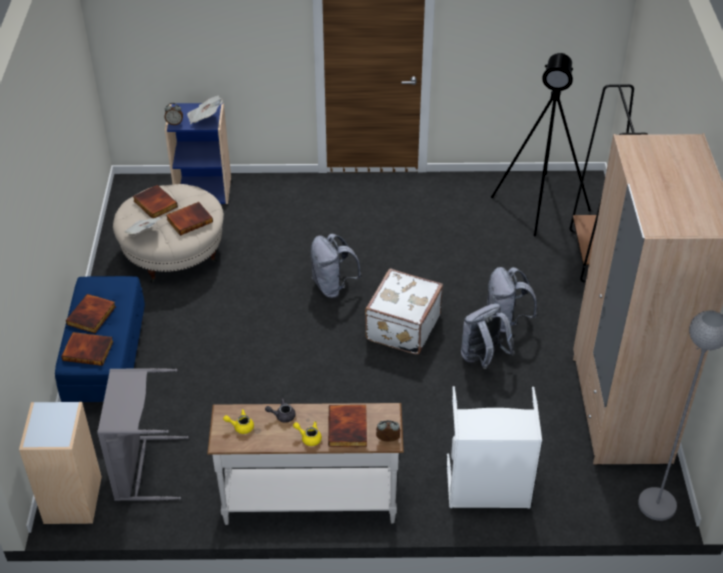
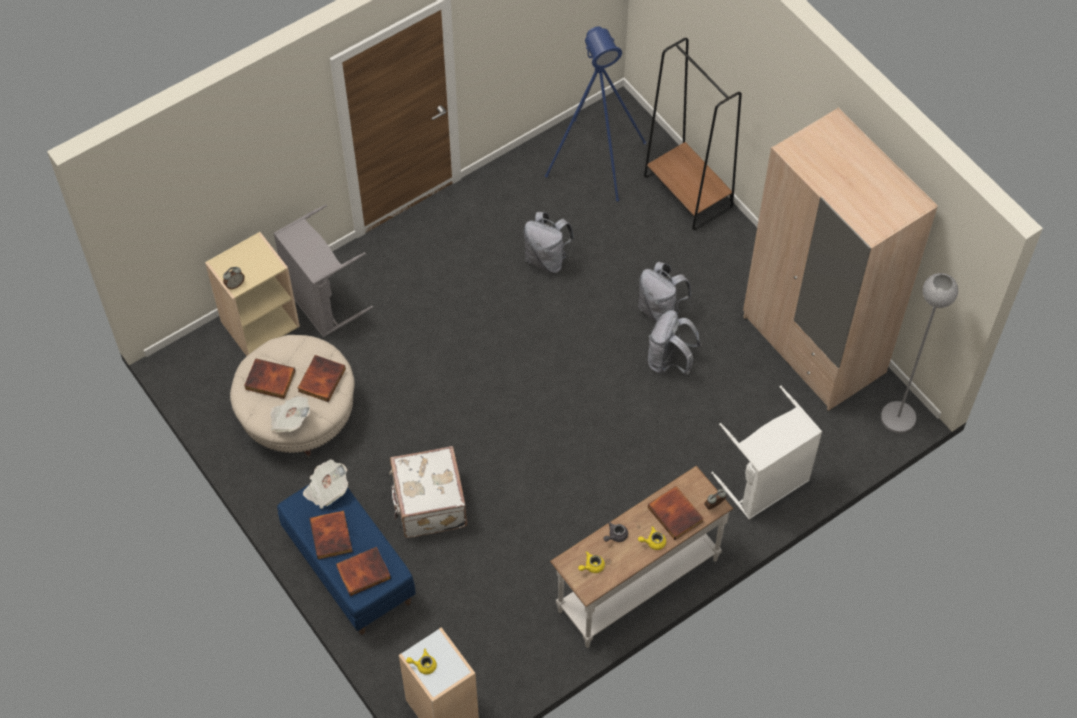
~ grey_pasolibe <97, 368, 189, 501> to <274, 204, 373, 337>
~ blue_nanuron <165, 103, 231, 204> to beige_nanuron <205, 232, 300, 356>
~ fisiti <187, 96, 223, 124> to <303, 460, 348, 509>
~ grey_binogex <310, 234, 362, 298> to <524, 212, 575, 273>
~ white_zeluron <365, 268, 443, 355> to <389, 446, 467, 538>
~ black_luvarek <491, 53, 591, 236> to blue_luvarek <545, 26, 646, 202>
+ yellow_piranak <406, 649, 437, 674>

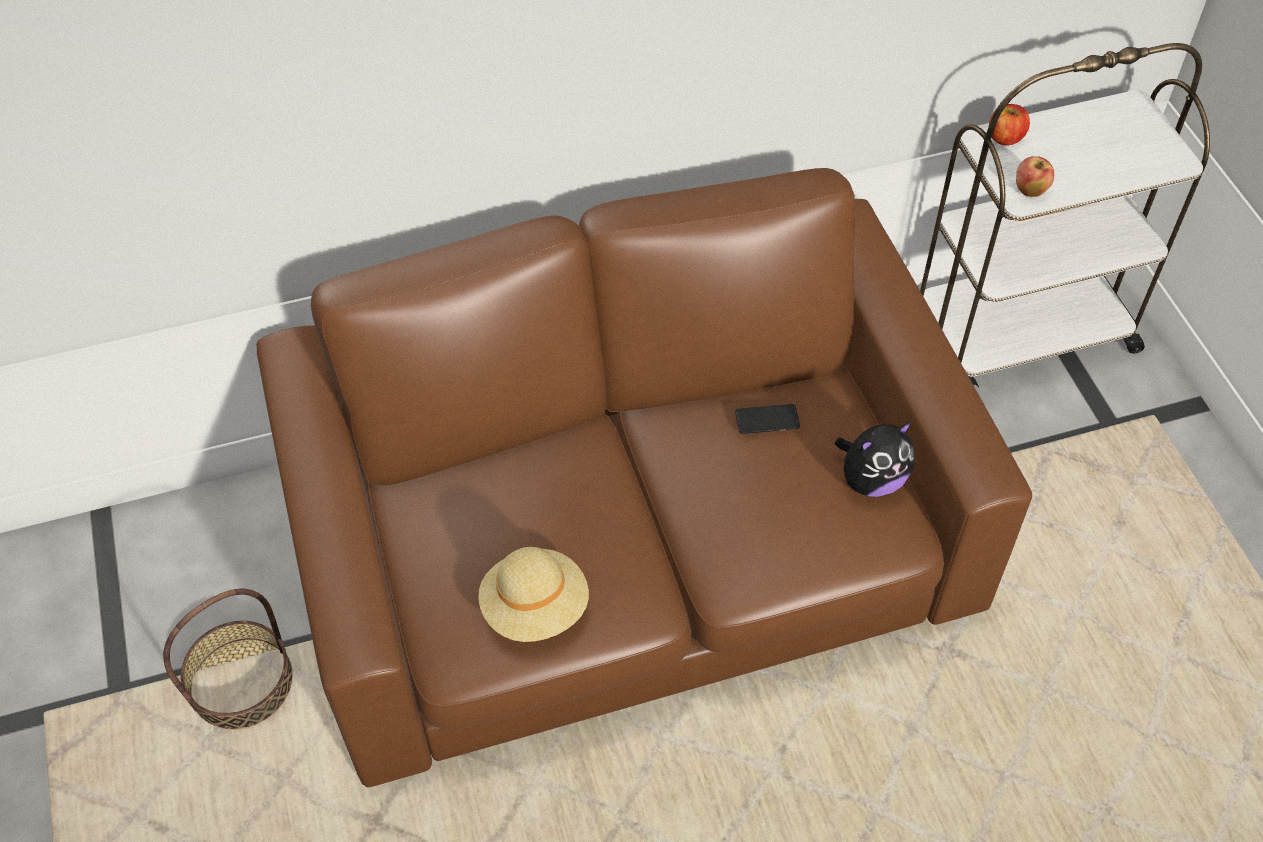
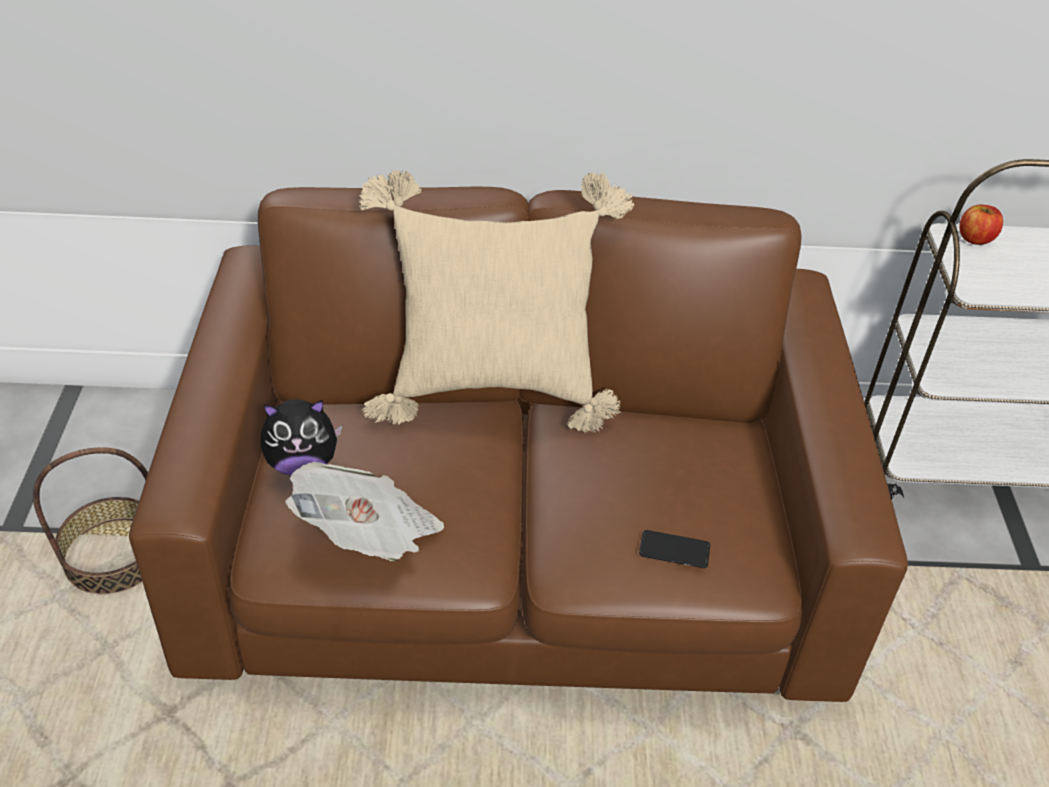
~ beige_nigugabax <478, 547, 589, 642> to fisiti <285, 462, 444, 561>
~ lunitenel <735, 404, 800, 434> to <639, 530, 710, 568>
~ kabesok <835, 421, 915, 497> to <260, 399, 342, 476>
- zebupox <1016, 156, 1054, 197>
+ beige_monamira <359, 170, 634, 433>

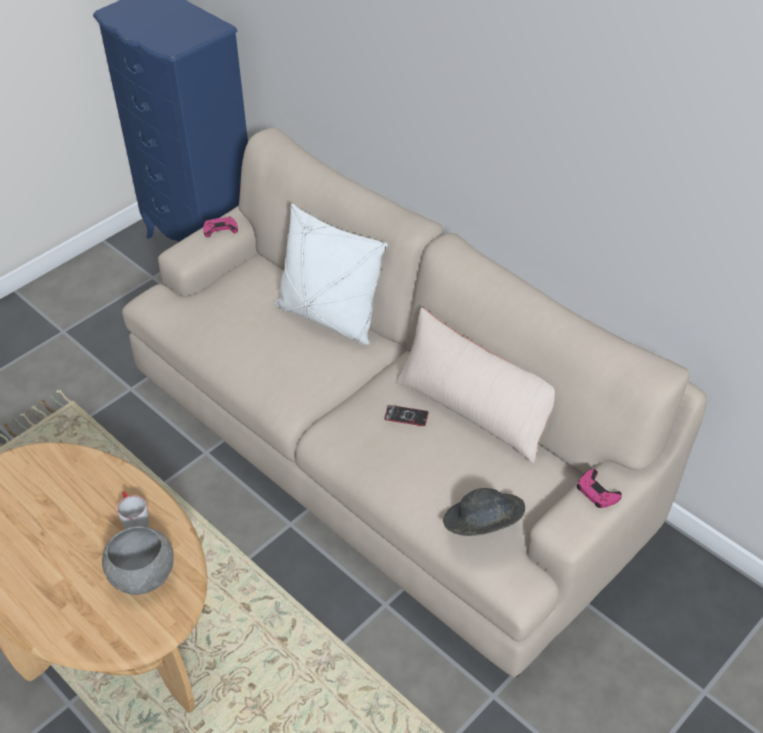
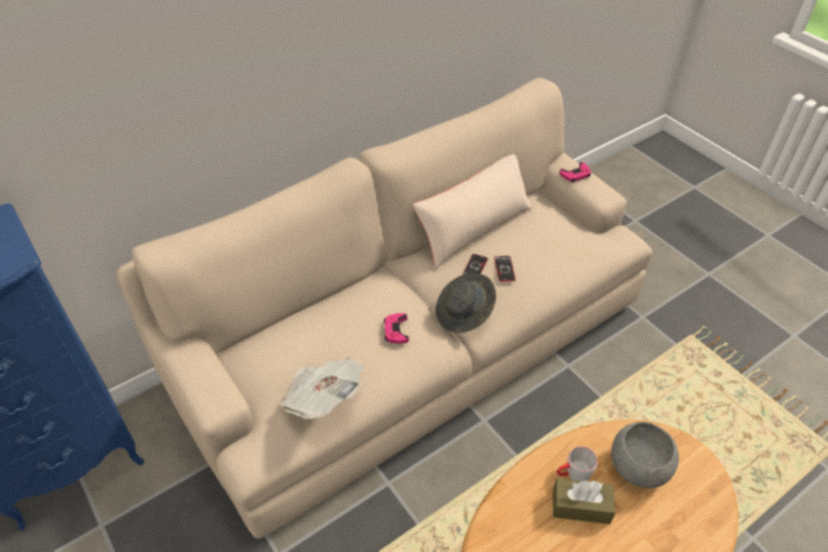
~ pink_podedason <203, 217, 238, 237> to <384, 313, 409, 344>
- white_monamira <275, 204, 388, 345>
~ grey_nigugabax <443, 488, 525, 536> to <435, 274, 496, 333>
+ fisiti <279, 358, 364, 419>
+ lunitenel <494, 256, 516, 282>
+ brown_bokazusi <553, 478, 616, 524>

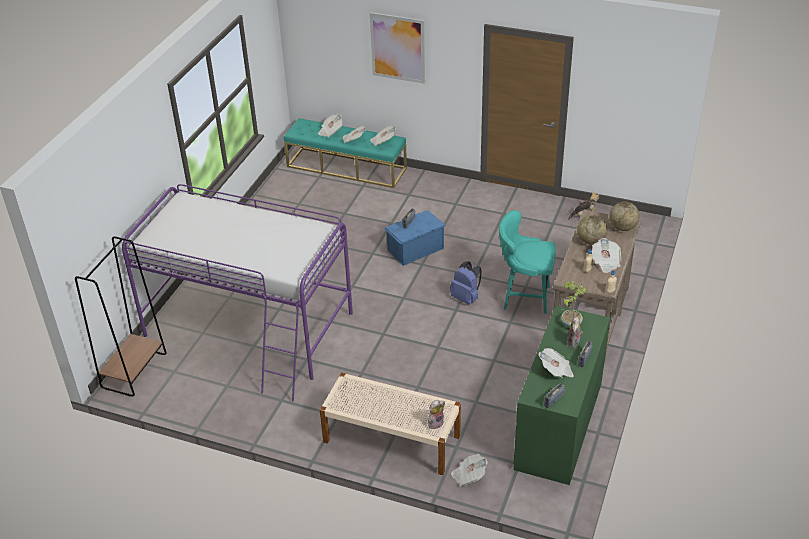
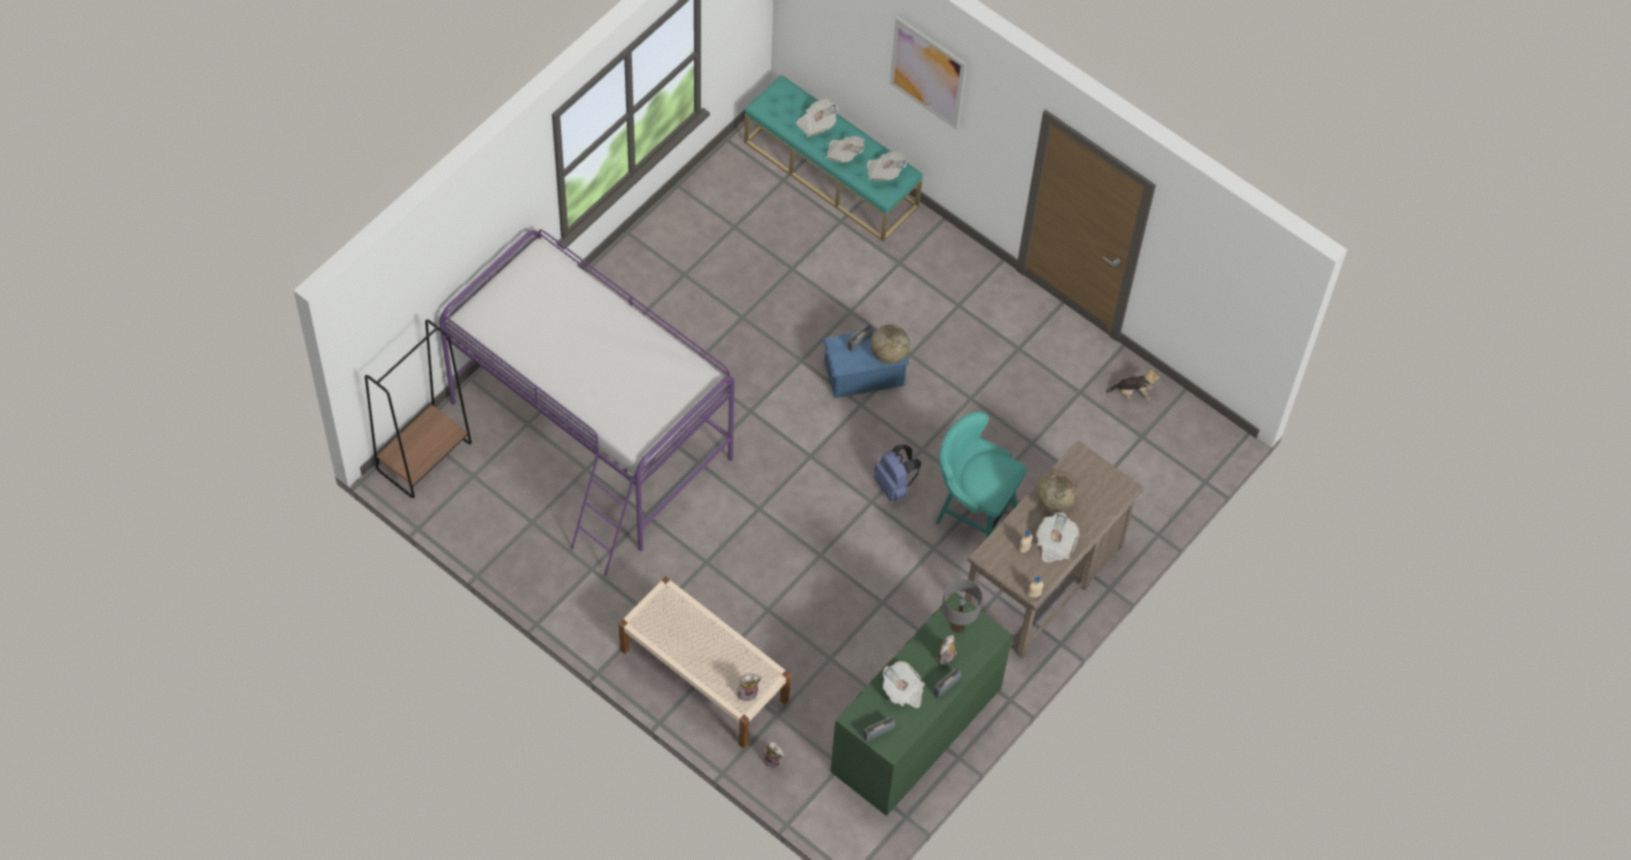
~ fisiti <451, 454, 488, 487> to kabesok <762, 741, 784, 770>
~ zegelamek <561, 282, 587, 327> to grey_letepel <942, 579, 982, 633>
~ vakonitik <609, 202, 639, 231> to <871, 324, 910, 364>

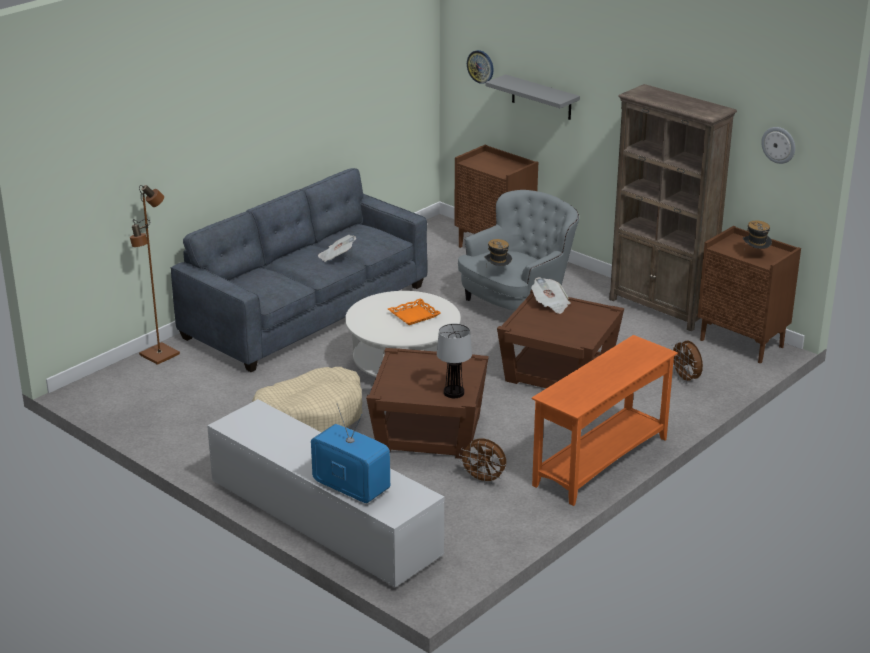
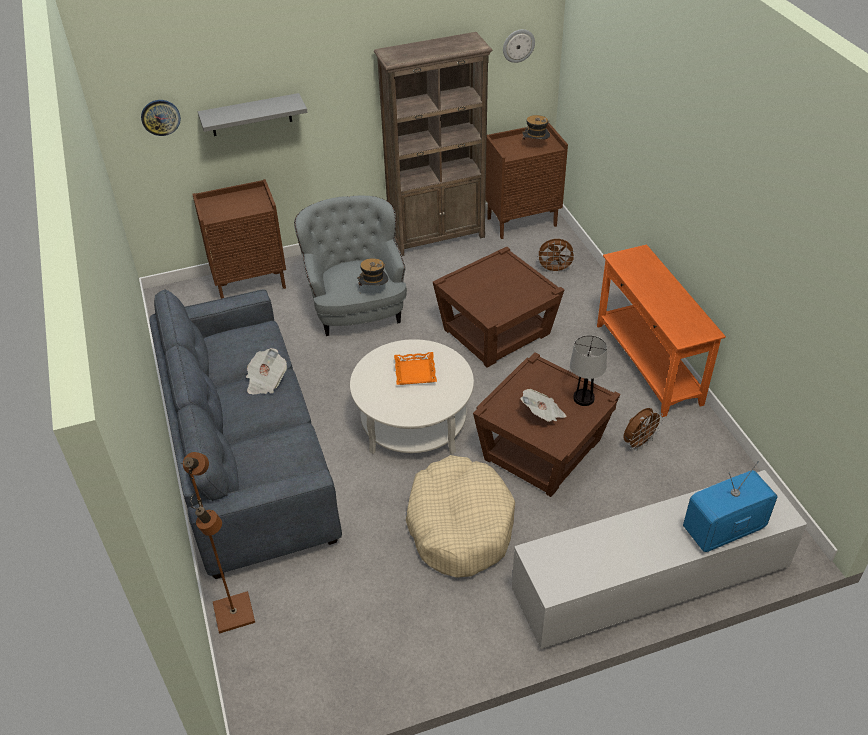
~ fisiti <531, 277, 571, 314> to <520, 389, 567, 422>

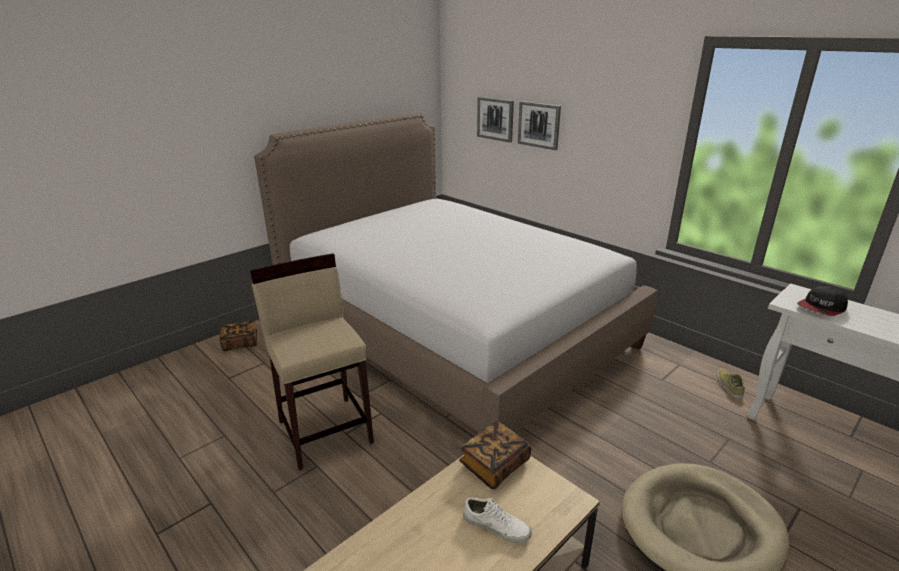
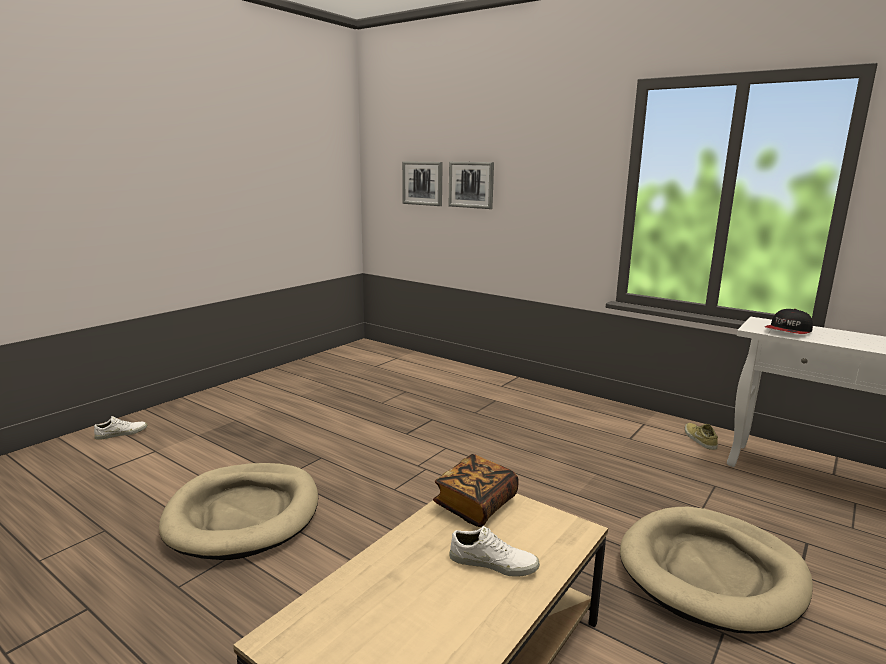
~ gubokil <219, 321, 257, 351> to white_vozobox <94, 416, 147, 440>
~ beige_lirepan <249, 254, 374, 470> to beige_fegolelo <159, 463, 318, 560>
- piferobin <254, 112, 657, 433>

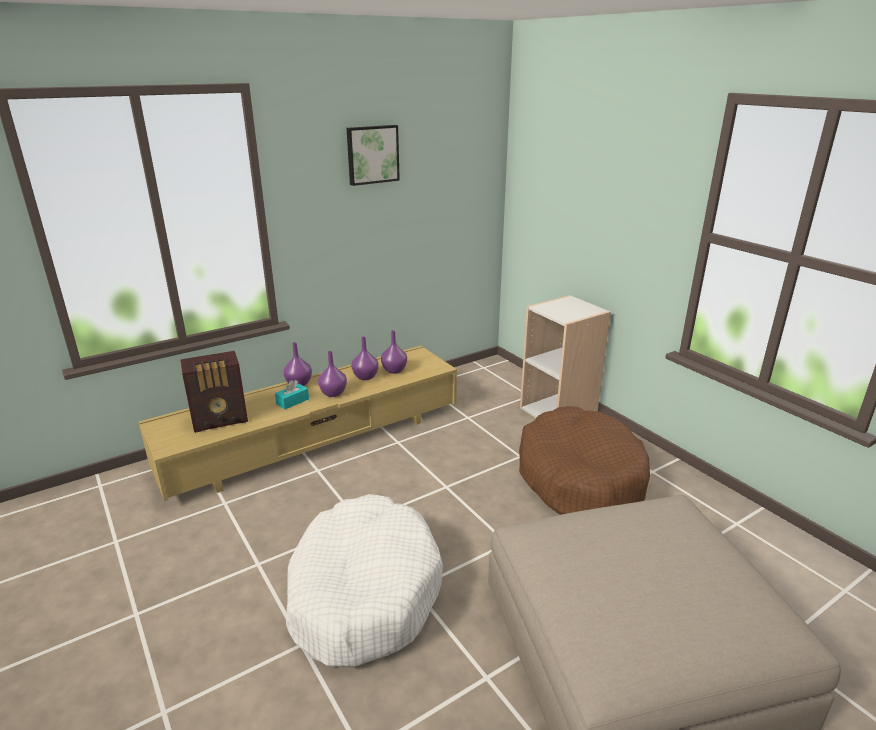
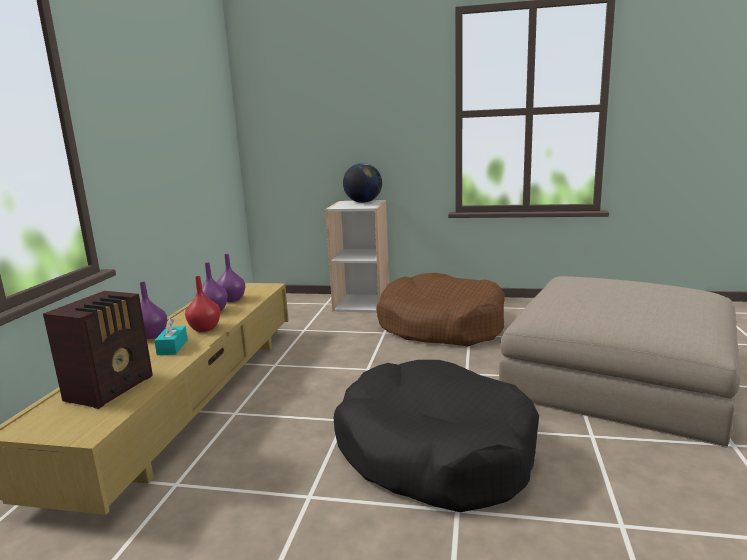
~ white_fegolelo <286, 494, 443, 668> to black_fegolelo <334, 360, 539, 512>
~ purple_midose <318, 351, 347, 397> to red_midose <185, 276, 220, 332>
- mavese <347, 125, 400, 186>
+ vakonitik <343, 163, 382, 203>

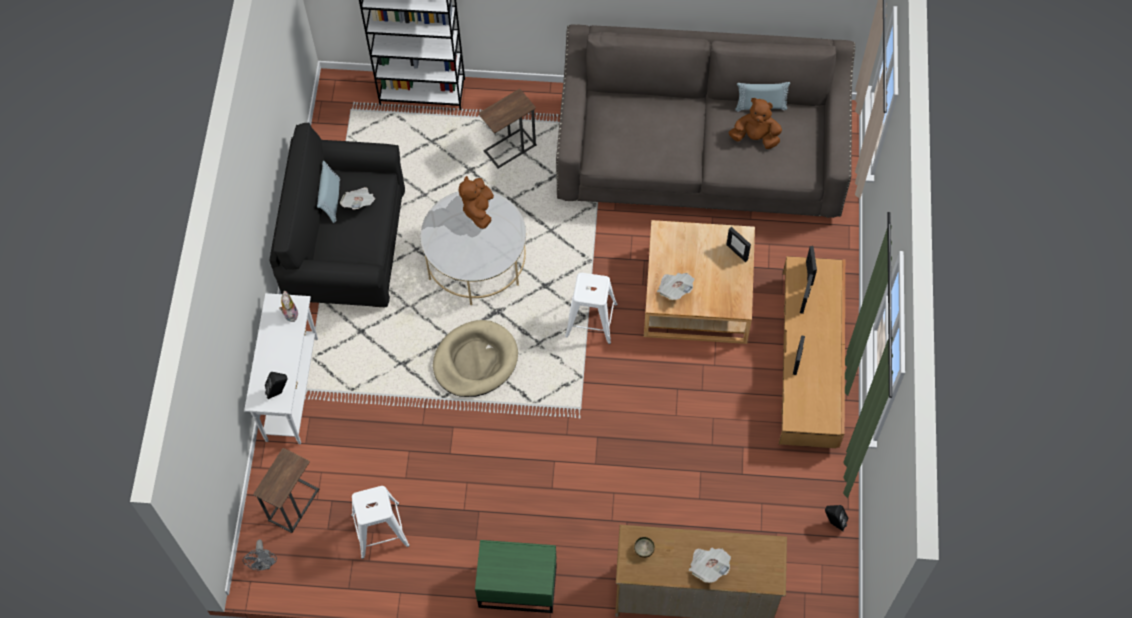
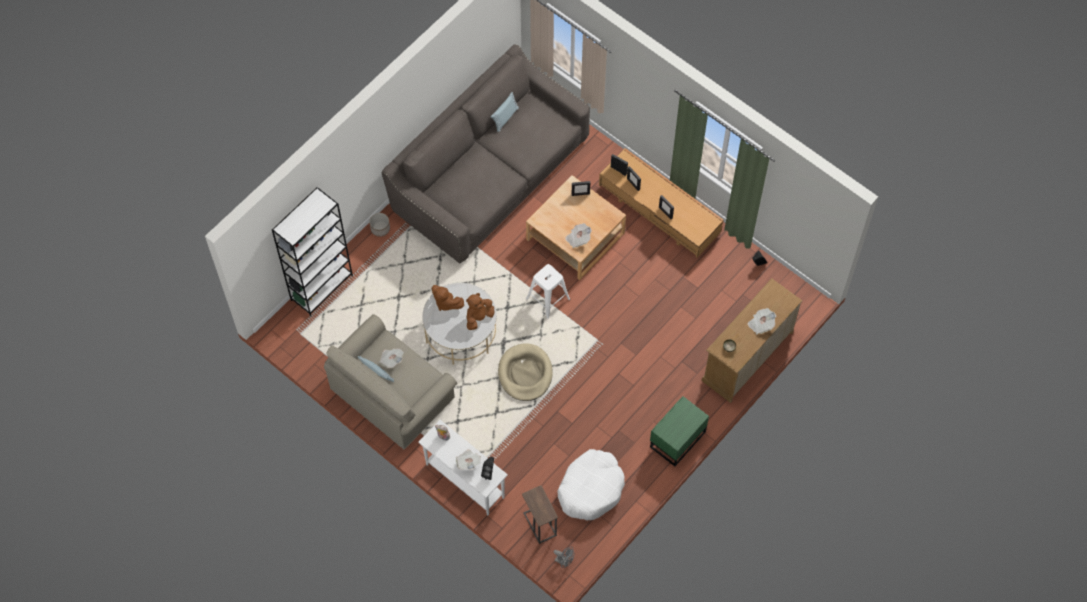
~ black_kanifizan <269, 122, 405, 307> to beige_kanifizan <324, 314, 457, 449>
~ white_lirepan <351, 486, 410, 559> to white_fegolelo <557, 449, 625, 520>
- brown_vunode <479, 89, 537, 169>
~ brown_kabesok <729, 98, 782, 149> to <466, 293, 494, 330>
+ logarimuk <369, 213, 390, 237>
+ fisiti <456, 449, 481, 470>

